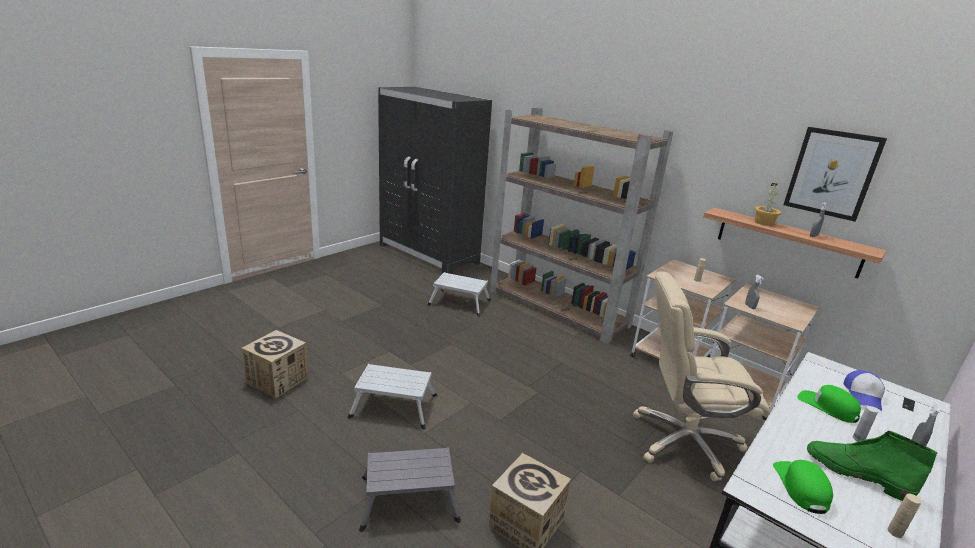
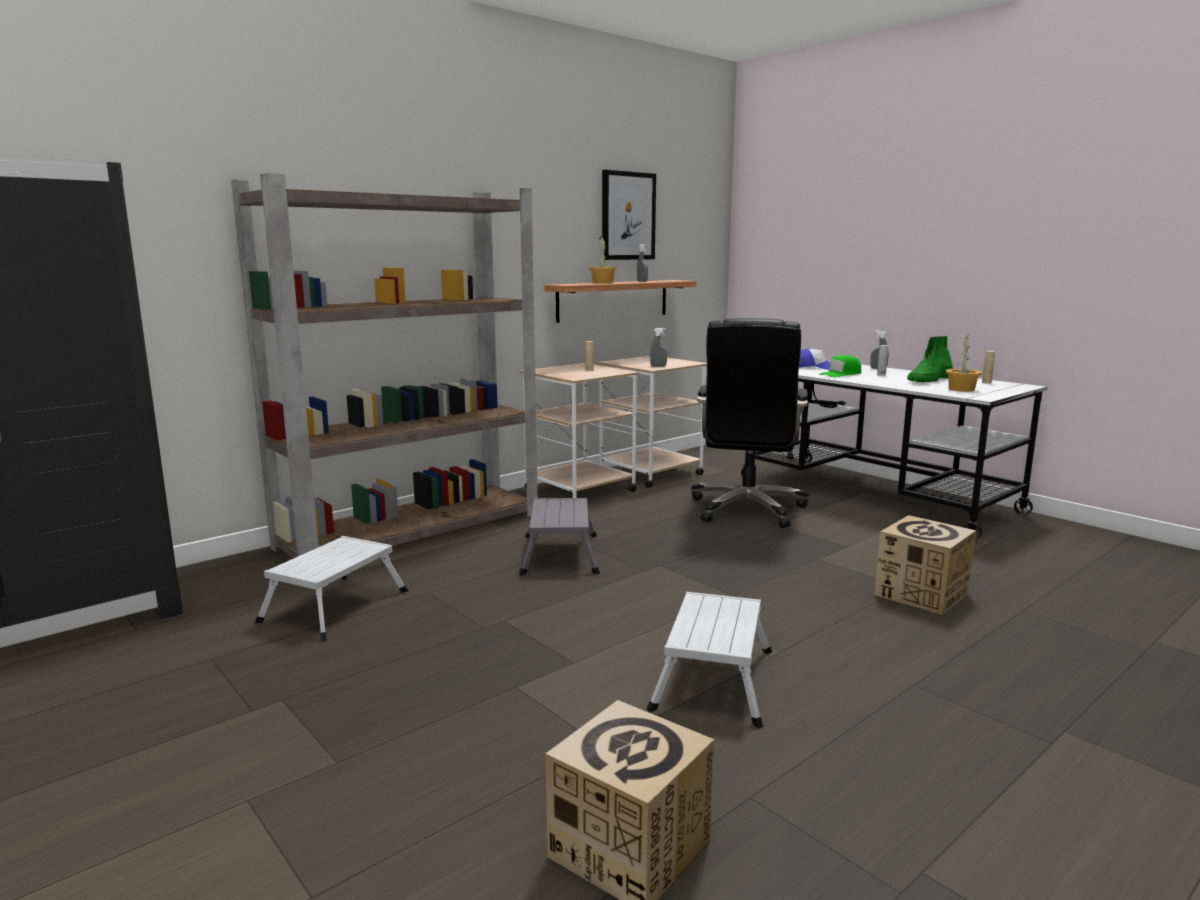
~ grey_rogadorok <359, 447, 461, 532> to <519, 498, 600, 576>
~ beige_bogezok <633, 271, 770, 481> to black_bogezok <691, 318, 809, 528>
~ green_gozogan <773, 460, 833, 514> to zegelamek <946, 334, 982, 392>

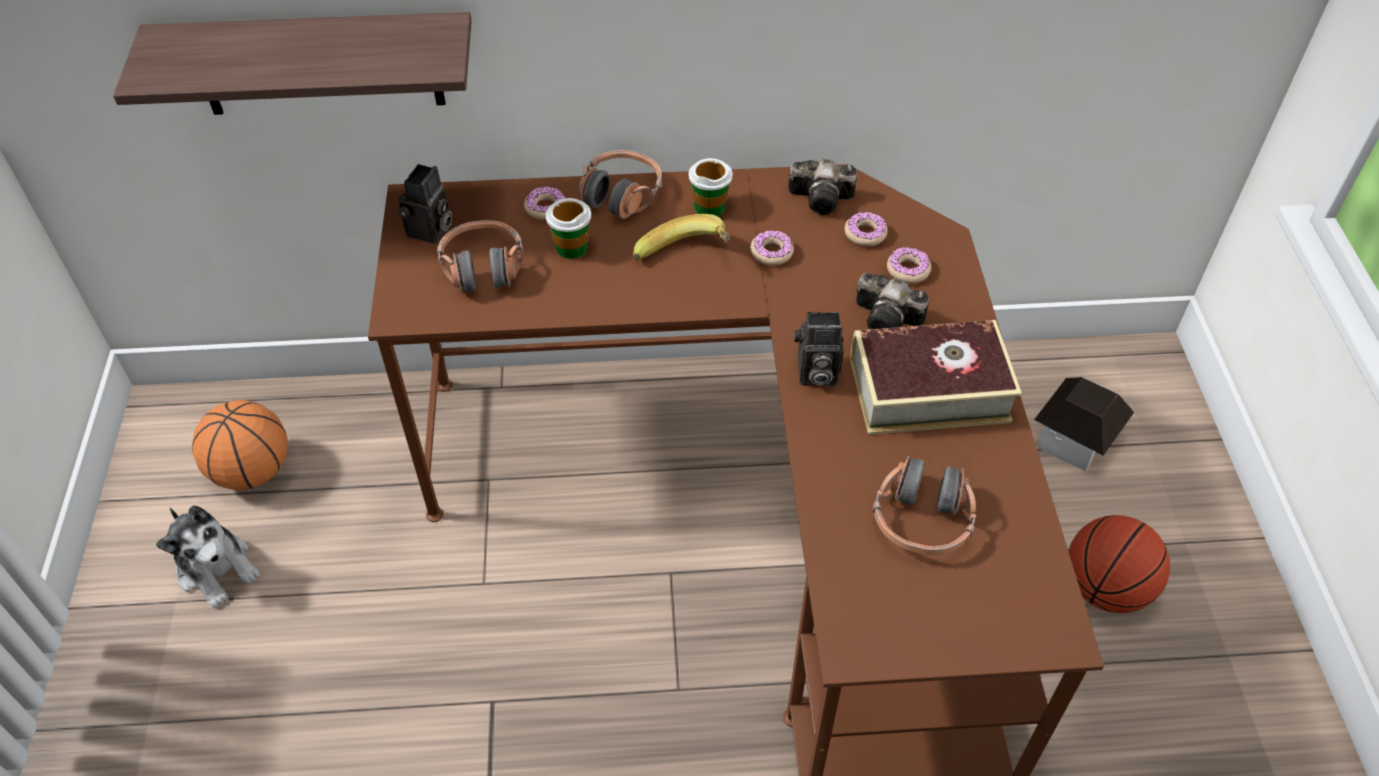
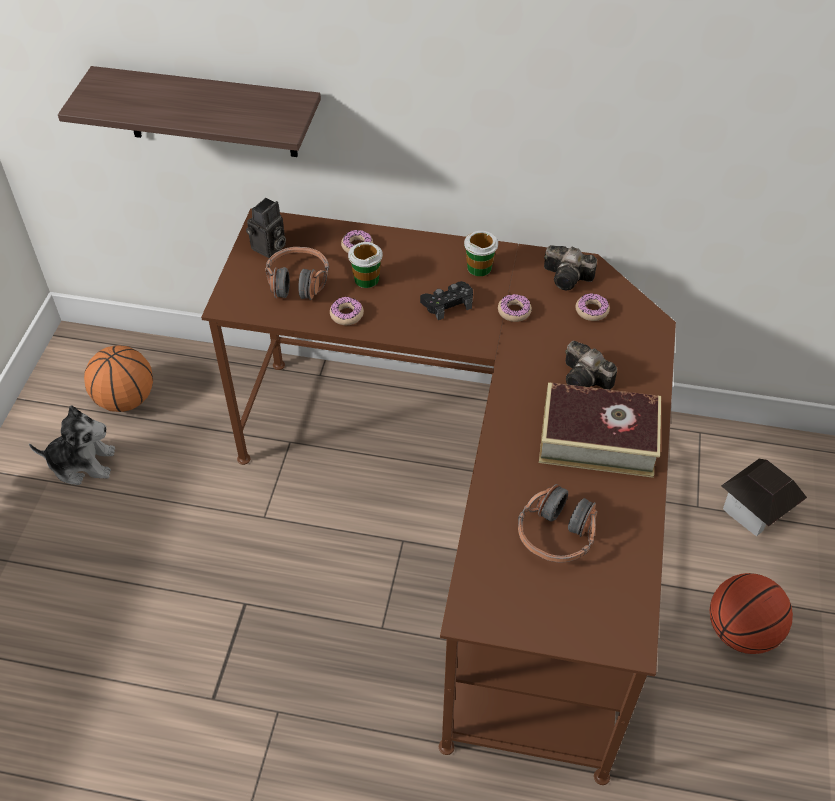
~ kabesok <156, 505, 261, 608> = <29, 406, 115, 485> 60 degrees counterclockwise
- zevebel <579, 150, 662, 219>
~ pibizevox <633, 214, 730, 260> to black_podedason <420, 281, 473, 320>
- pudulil <794, 312, 844, 386>
~ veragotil <887, 247, 931, 284> to <330, 297, 364, 325>

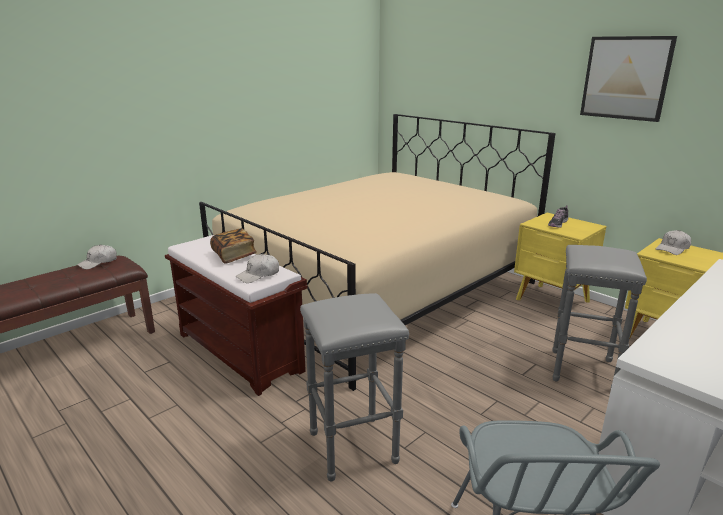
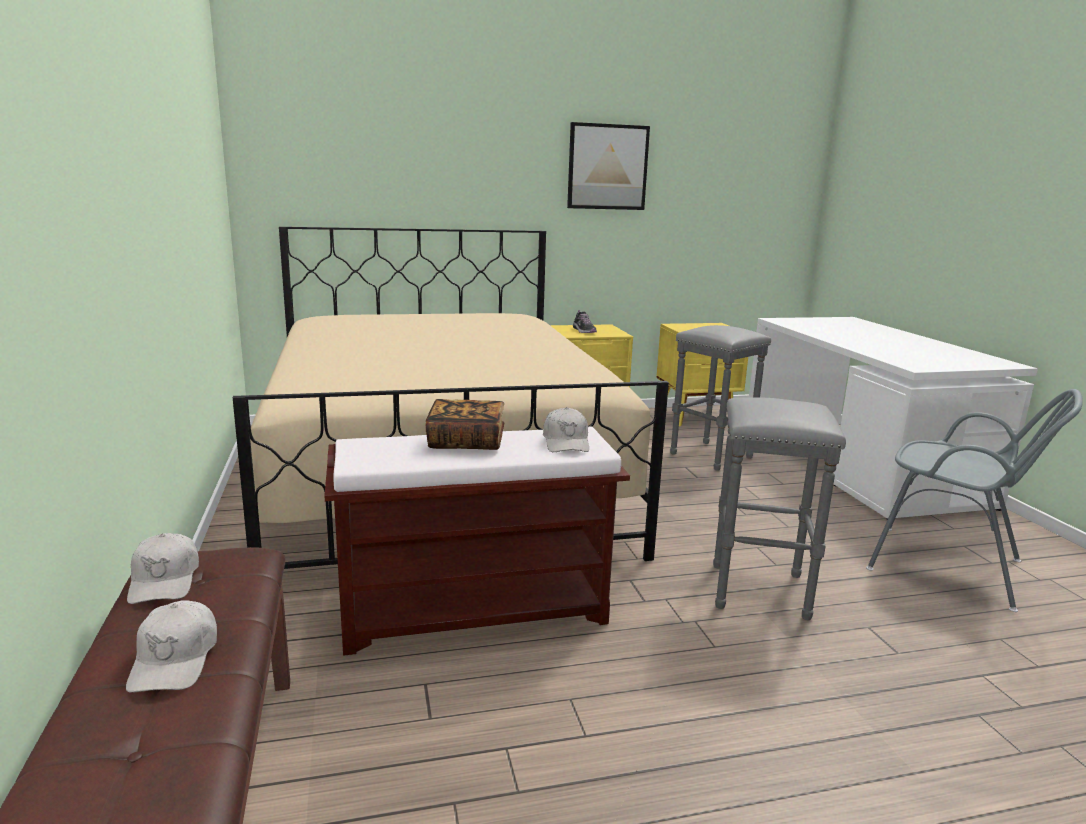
~ white_gozogan <656, 230, 691, 255> to <126, 600, 217, 693>

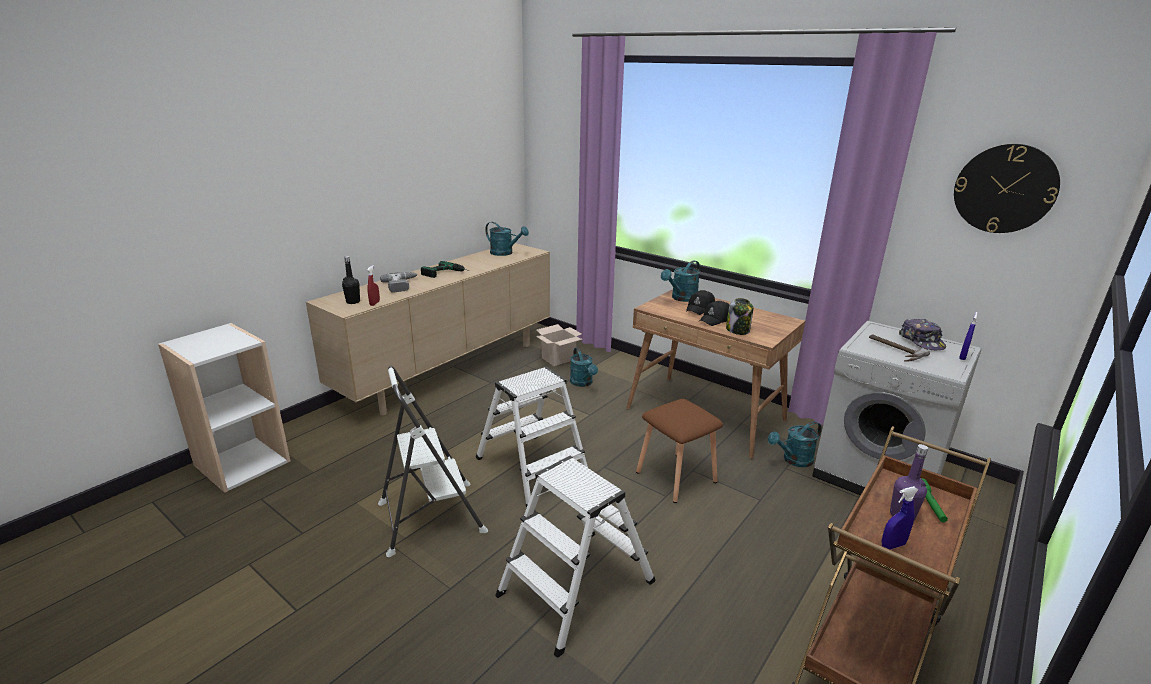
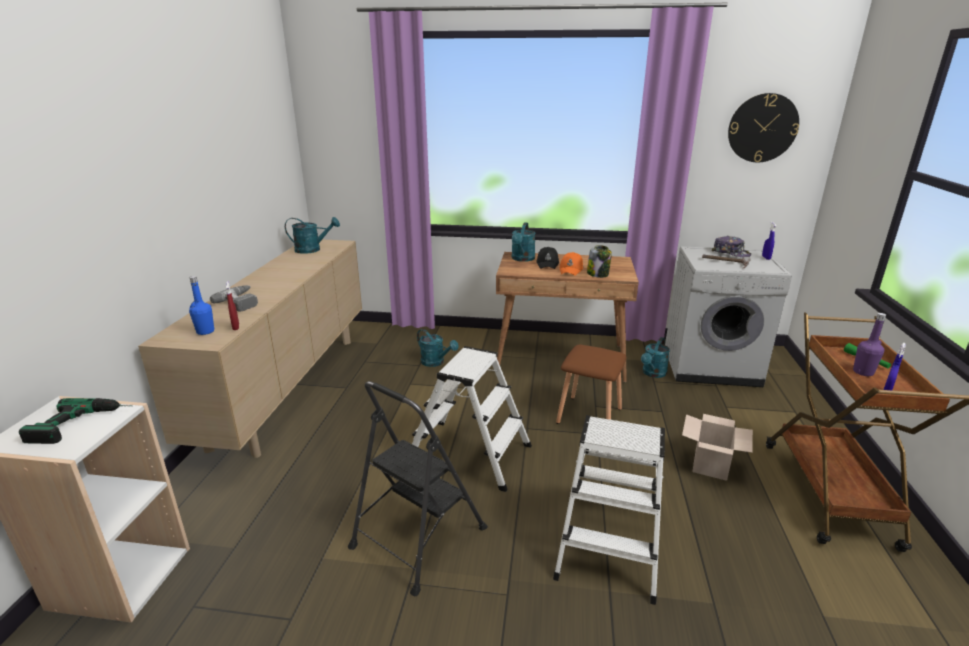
~ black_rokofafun <342, 256, 360, 304> to blue_rokofafun <189, 276, 215, 335>
~ white_rogadorok <378, 366, 488, 557> to black_rogadorok <348, 381, 488, 596>
~ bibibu <421, 261, 470, 278> to <19, 398, 132, 444>
~ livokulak <536, 324, 582, 366> to <682, 414, 753, 481>
~ black_gozogan <699, 301, 730, 326> to orange_gozogan <559, 252, 583, 275>

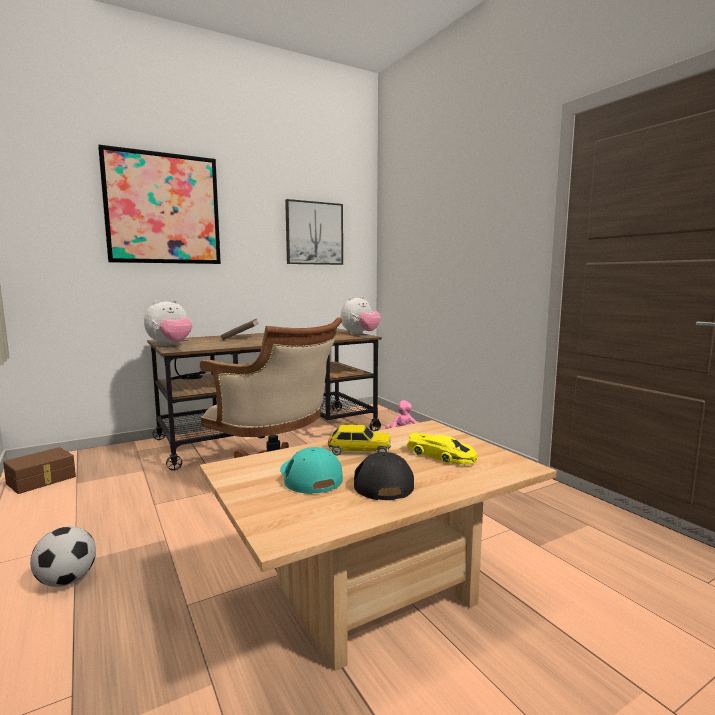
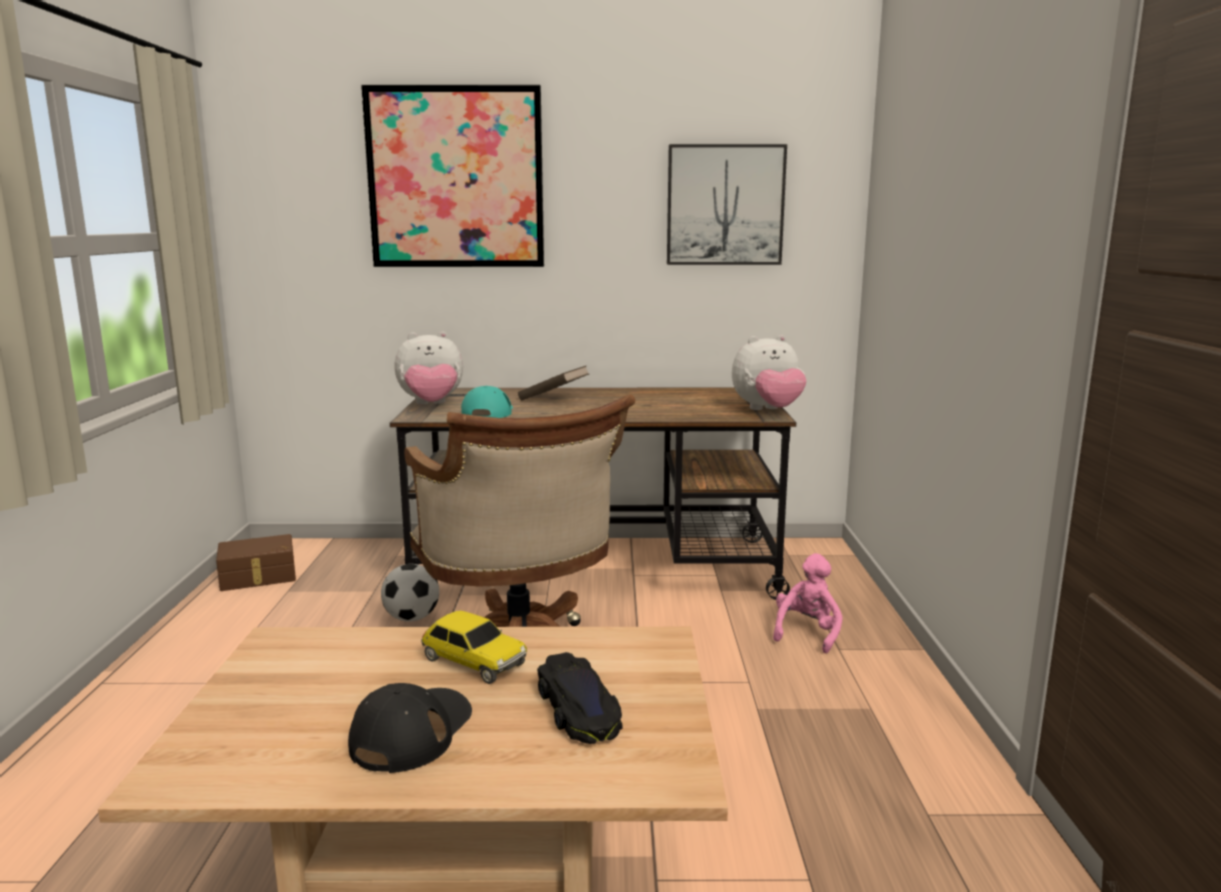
~ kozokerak <30, 526, 96, 587> to <381, 564, 439, 622>
~ turquoise_gozogan <280, 447, 343, 494> to <461, 386, 513, 418>
~ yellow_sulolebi <407, 433, 478, 465> to black_sulolebi <537, 652, 623, 744>

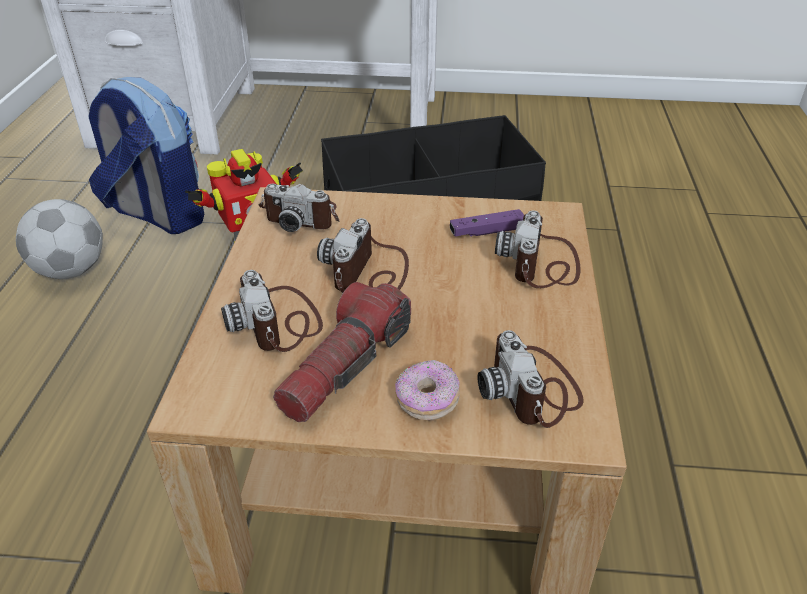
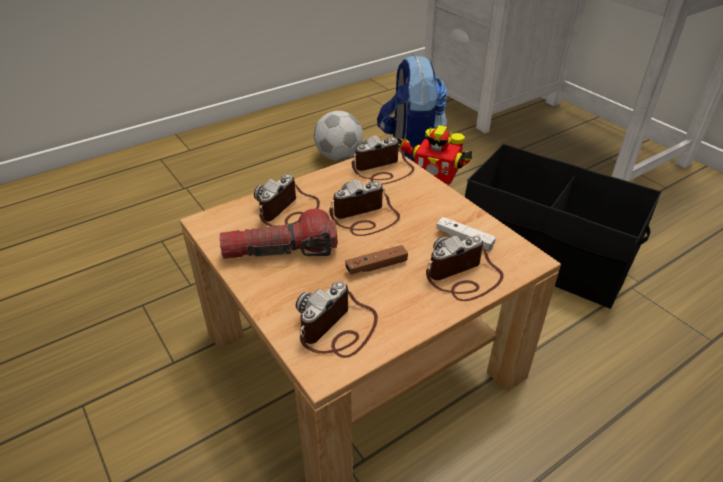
~ pudulil <259, 183, 340, 232> = <352, 135, 414, 185> 90 degrees clockwise
- veragotil <395, 360, 460, 420>
~ purple_podedason <450, 209, 524, 237> to white_podedason <436, 217, 496, 251>
+ brown_podedason <345, 245, 408, 275>

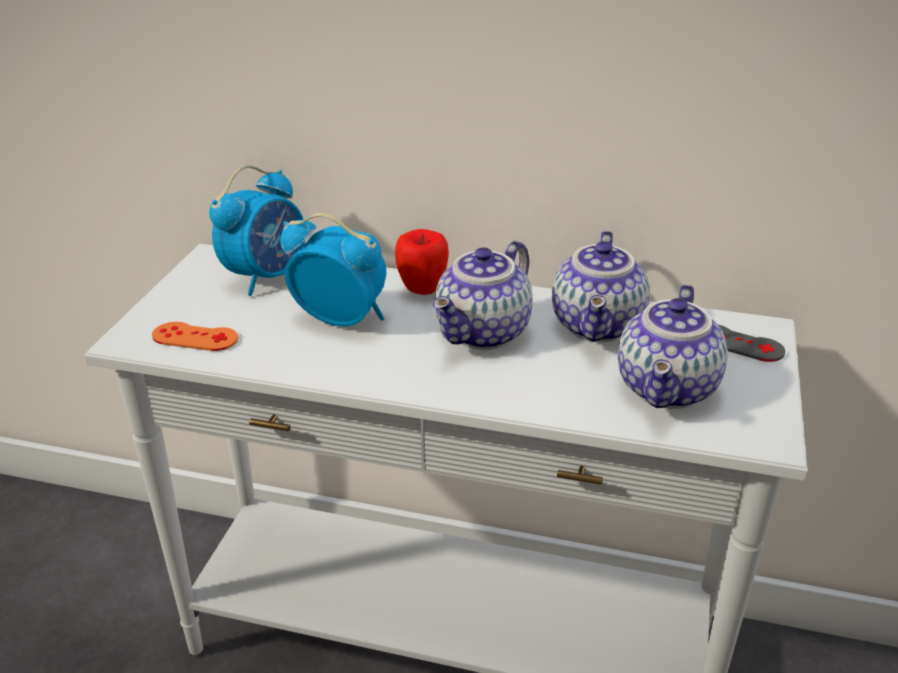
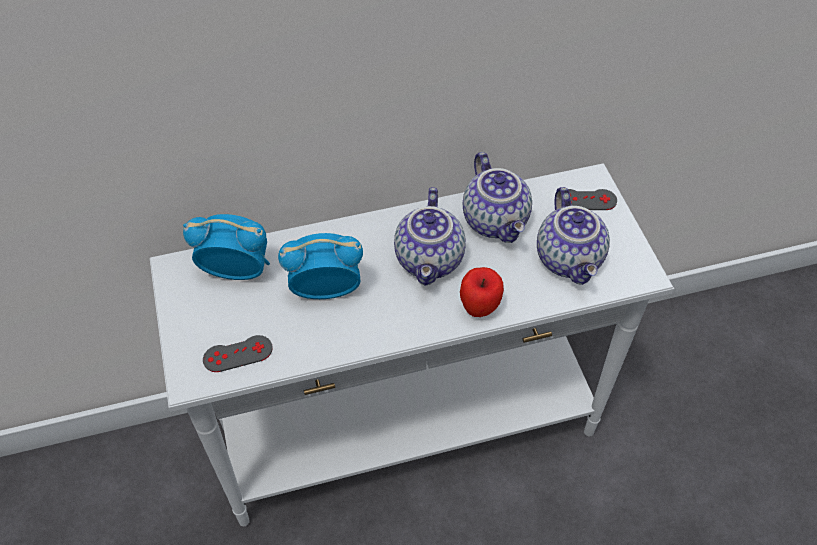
~ orange_podedason <152, 322, 238, 351> to grey_podedason <203, 335, 273, 372>
~ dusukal <209, 165, 305, 296> = <183, 214, 270, 280> 90 degrees counterclockwise
~ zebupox <395, 229, 449, 295> to <460, 267, 504, 317>

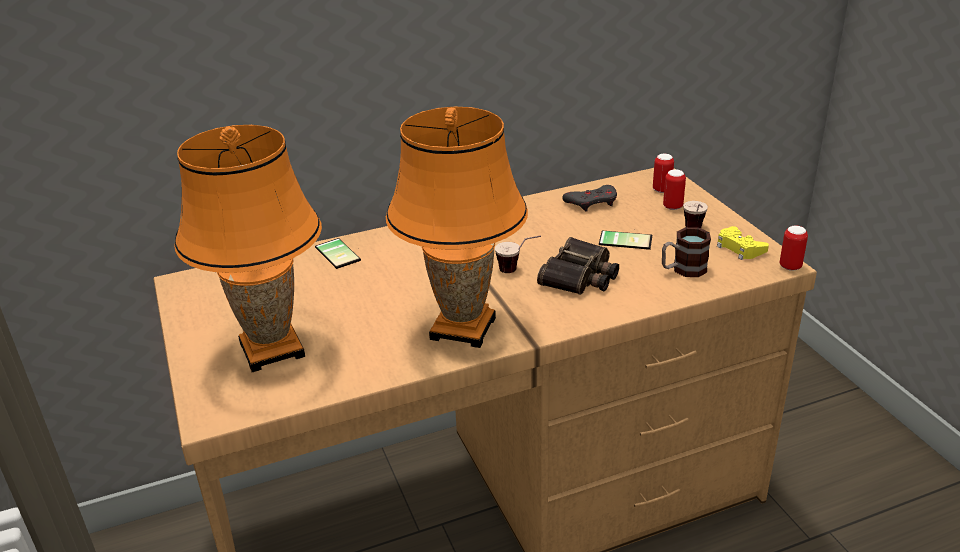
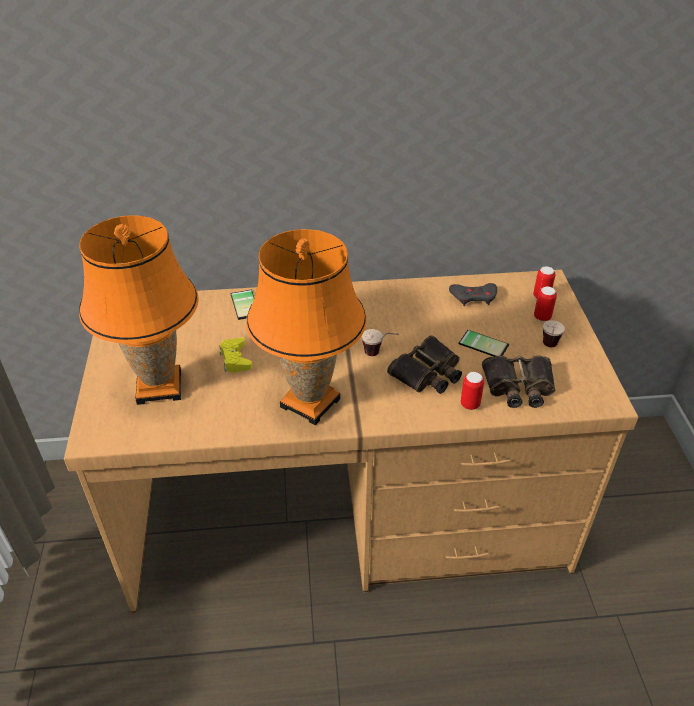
~ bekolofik <662, 227, 711, 277> to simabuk <482, 355, 556, 408>
~ yellow_podedason <717, 226, 769, 260> to <219, 337, 252, 373>
~ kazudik <780, 226, 808, 271> to <461, 372, 484, 410>

